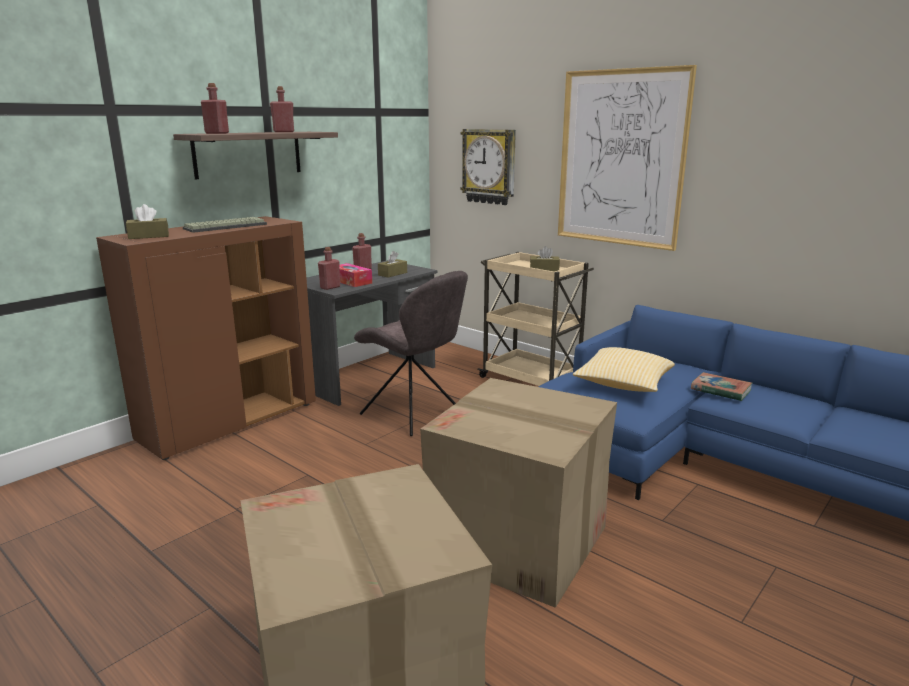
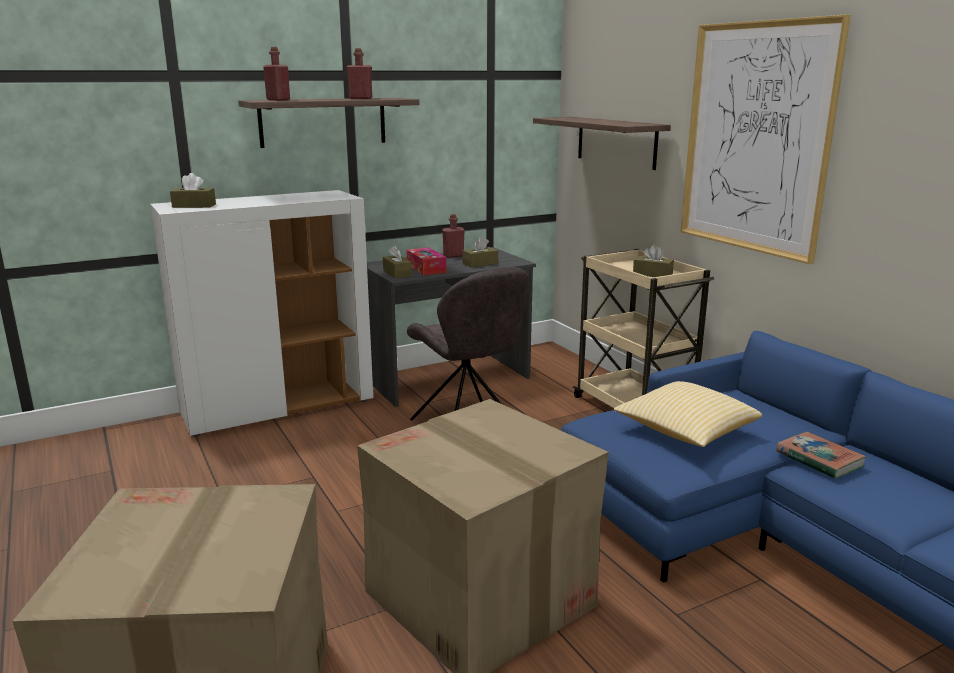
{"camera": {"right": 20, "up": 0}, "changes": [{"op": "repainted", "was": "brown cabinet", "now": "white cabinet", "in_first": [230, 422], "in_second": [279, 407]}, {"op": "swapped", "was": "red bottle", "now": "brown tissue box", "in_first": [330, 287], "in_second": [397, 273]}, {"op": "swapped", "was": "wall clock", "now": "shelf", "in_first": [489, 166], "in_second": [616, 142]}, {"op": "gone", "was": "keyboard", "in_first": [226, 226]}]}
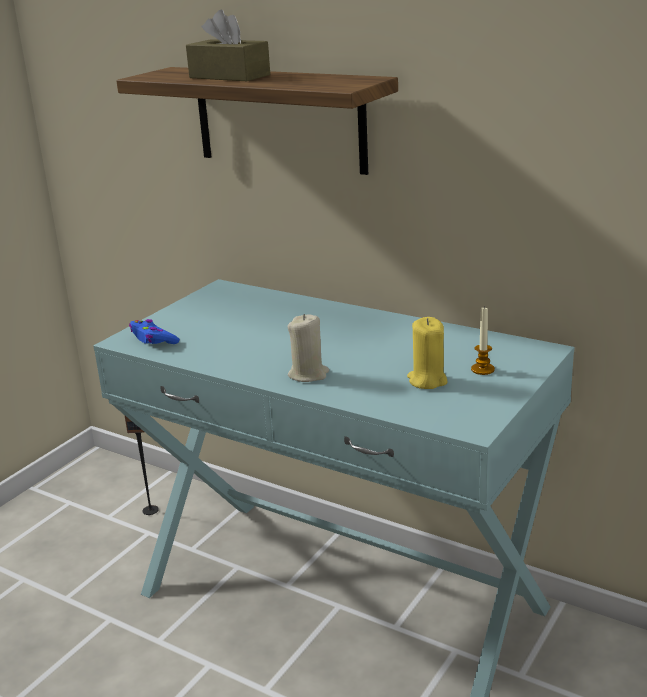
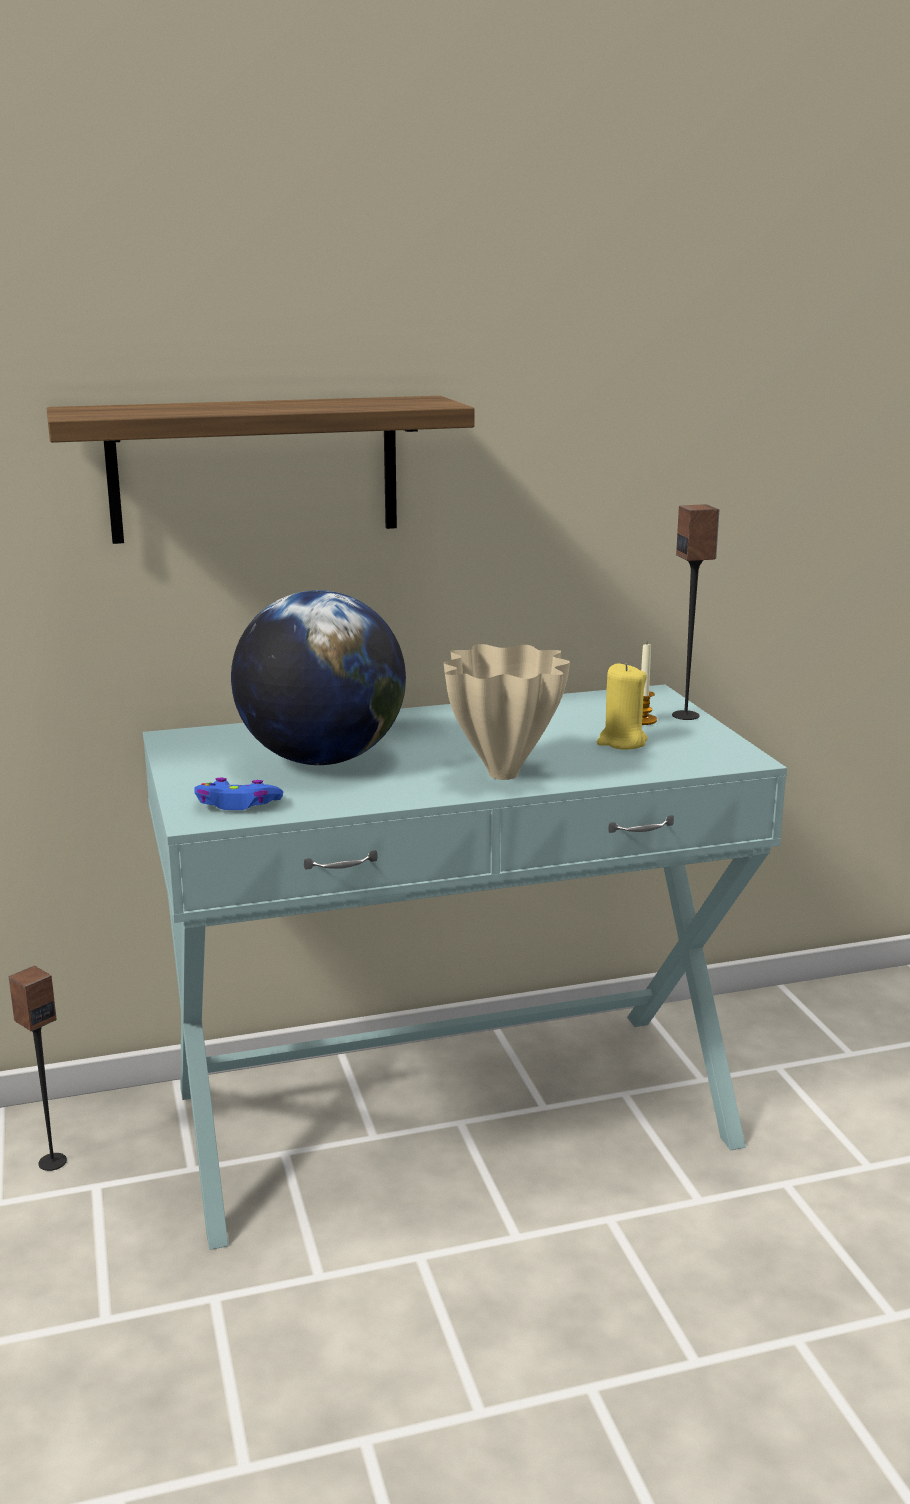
{"camera": {"right": -50, "up": -5}, "changes": [{"op": "new", "now": "globe", "in_second": [321, 760]}, {"op": "swapped", "was": "beige candle", "now": "beige vase", "in_first": [308, 374], "in_second": [505, 774]}, {"op": "new", "now": "speaker", "in_second": [686, 715]}, {"op": "gone", "was": "brown tissue box", "in_first": [229, 76]}]}
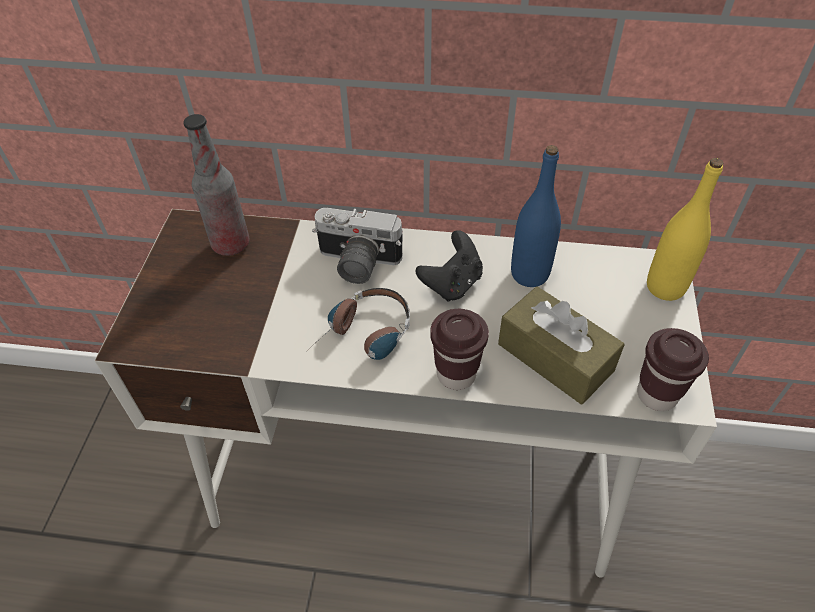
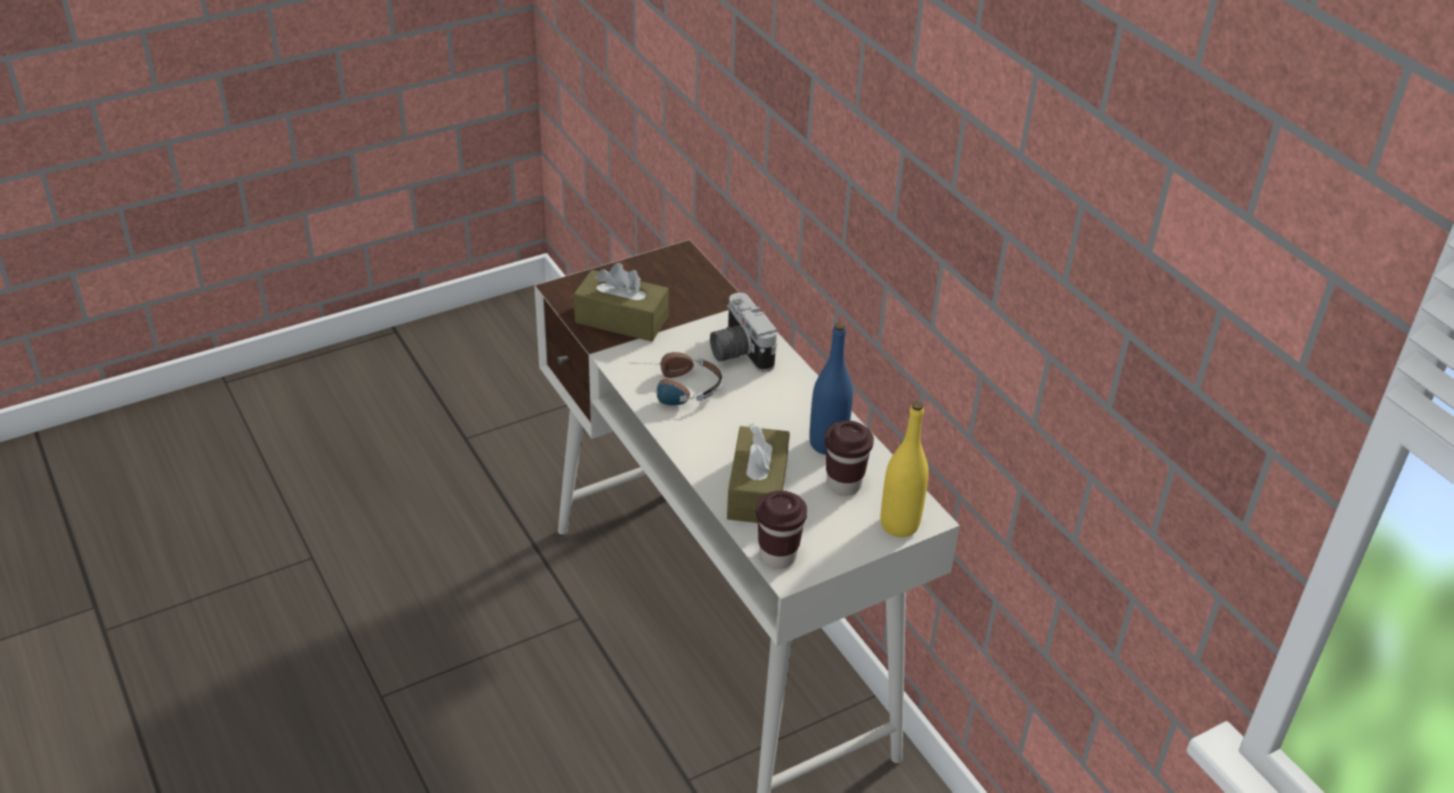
{"camera": {"right": 50, "up": -10}, "changes": [{"op": "new", "now": "brown tissue box", "in_second": [621, 320]}, {"op": "shifted", "was": "brown cup", "in_first": [456, 374], "in_second": [843, 484]}, {"op": "gone", "was": "bottle", "in_first": [231, 244]}, {"op": "gone", "was": "black game controller", "in_first": [452, 283]}]}
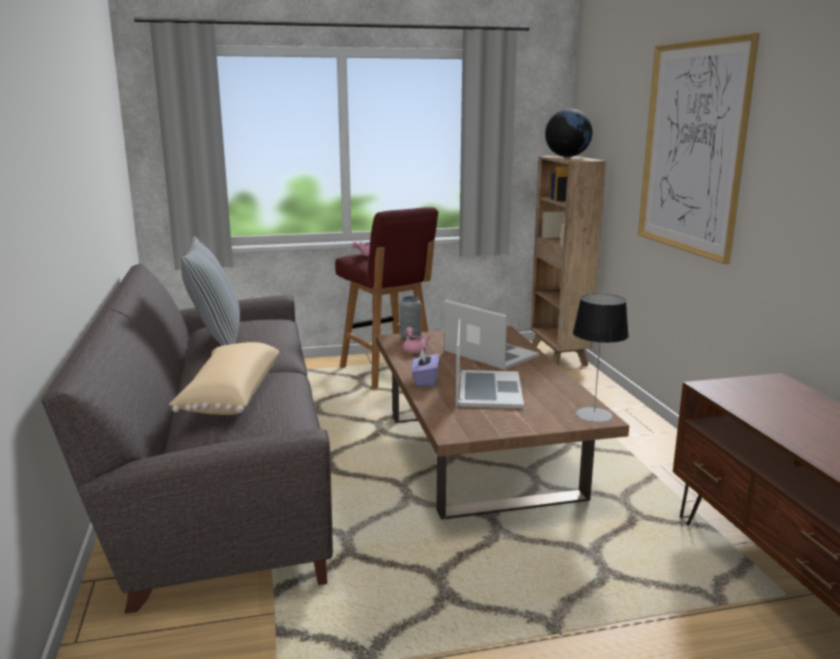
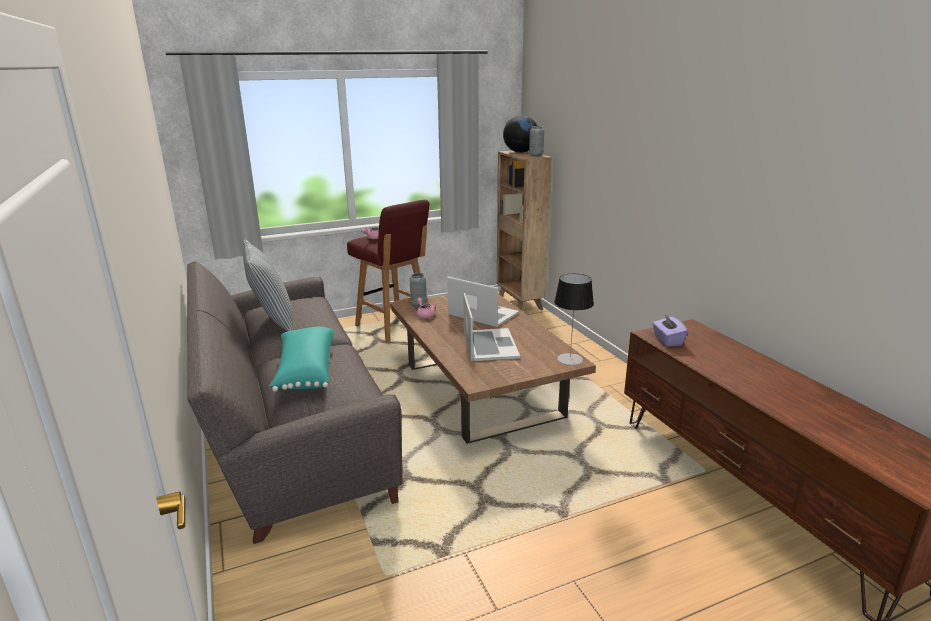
{"camera": {"right": -10, "up": 5}, "changes": [{"op": "repainted", "was": "beige pillow", "now": "turquoise pillow", "in_first": [229, 396], "in_second": [305, 371]}, {"op": "new", "now": "grey vase", "in_second": [536, 155]}, {"op": "shifted", "was": "purple tissue box", "in_first": [425, 381], "in_second": [667, 340]}, {"op": "gone", "was": "picture", "in_first": [692, 148]}]}
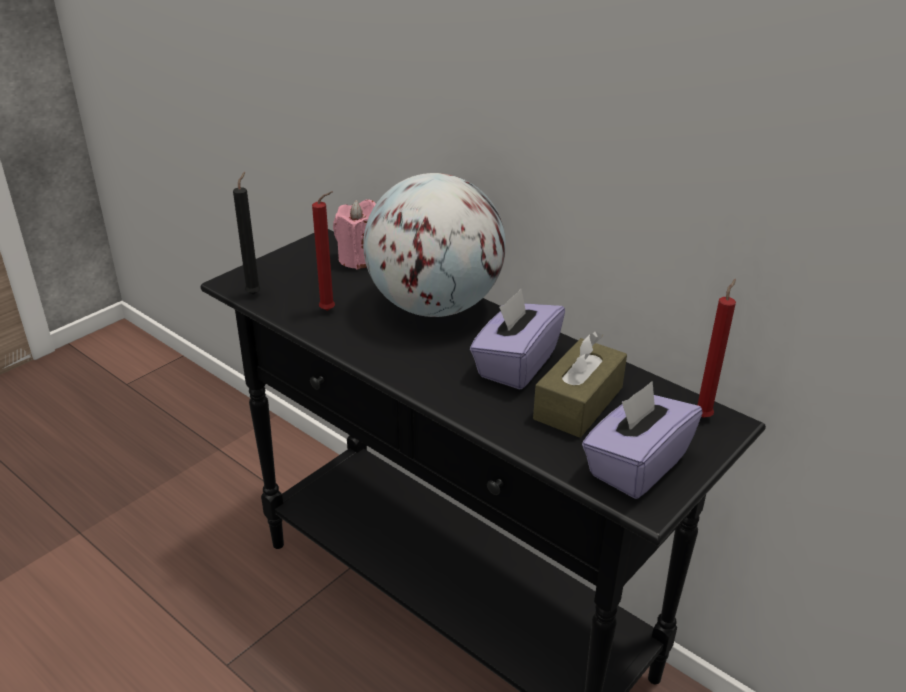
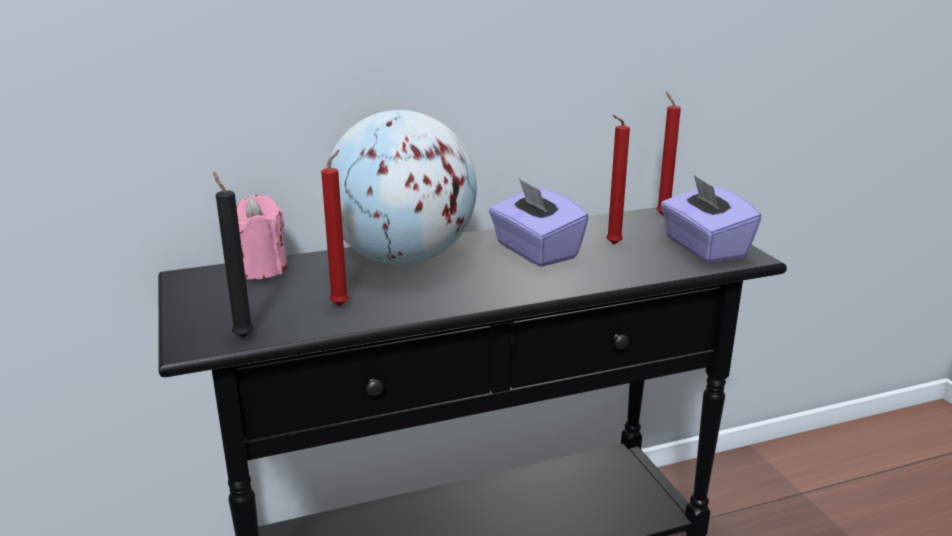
{"camera": {"right": -60, "up": -10}, "changes": [{"op": "swapped", "was": "brown tissue box", "now": "red candle", "in_first": [578, 403], "in_second": [611, 245]}]}
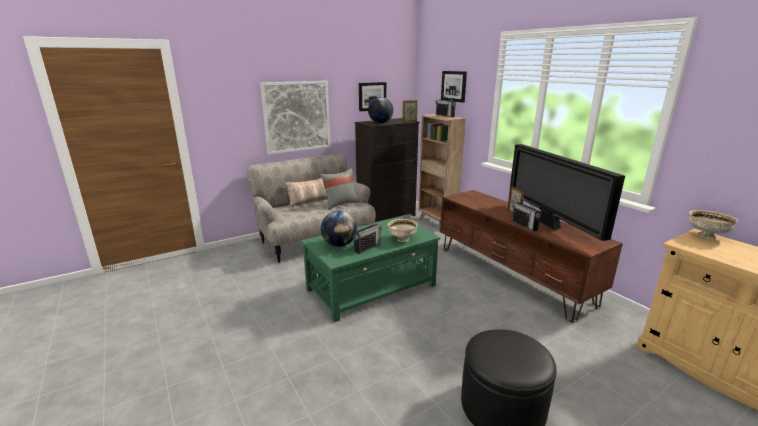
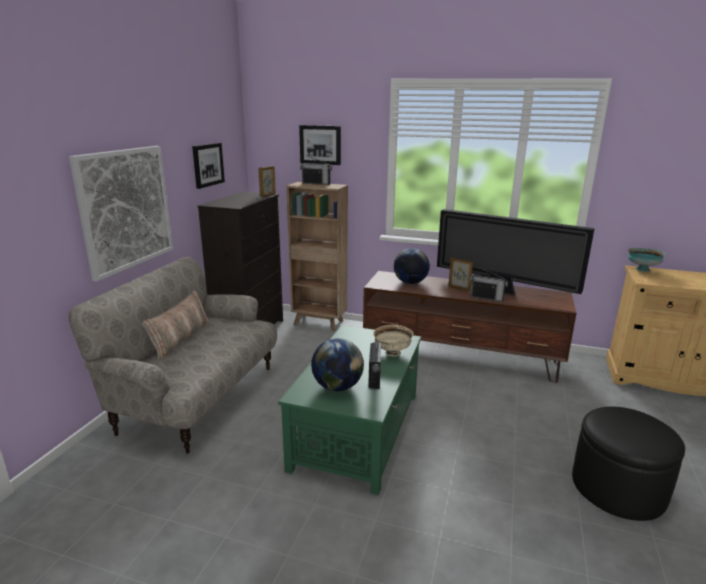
{"camera": {"right": -40, "up": 0}, "changes": [{"op": "shifted", "was": "globe", "in_first": [380, 123], "in_second": [410, 283]}, {"op": "repainted", "was": "beige bowl", "now": "turquoise bowl", "in_first": [705, 236], "in_second": [642, 269]}, {"op": "gone", "was": "grey pillow", "in_first": [340, 204]}]}
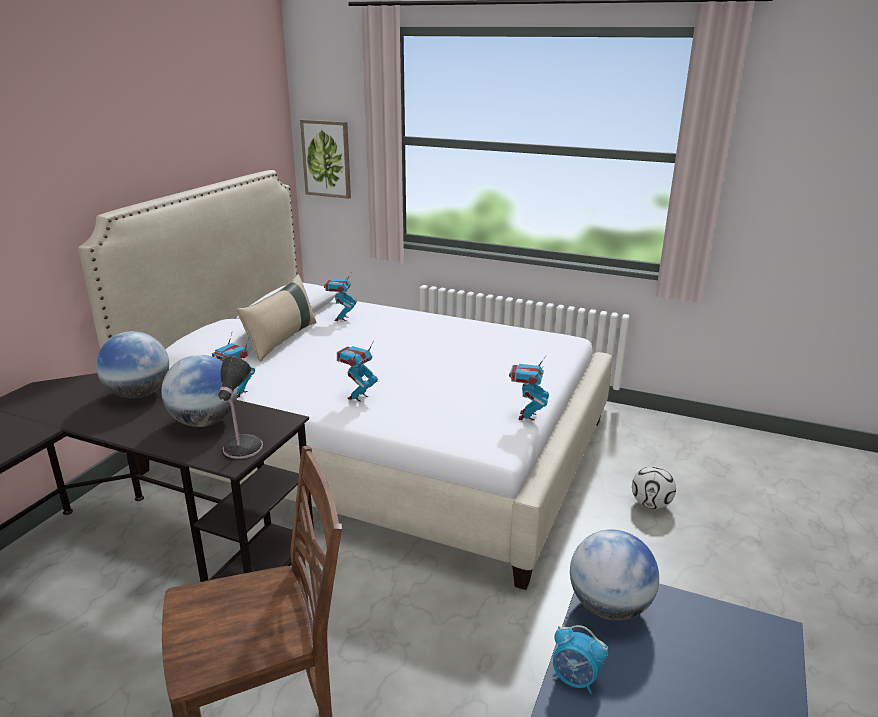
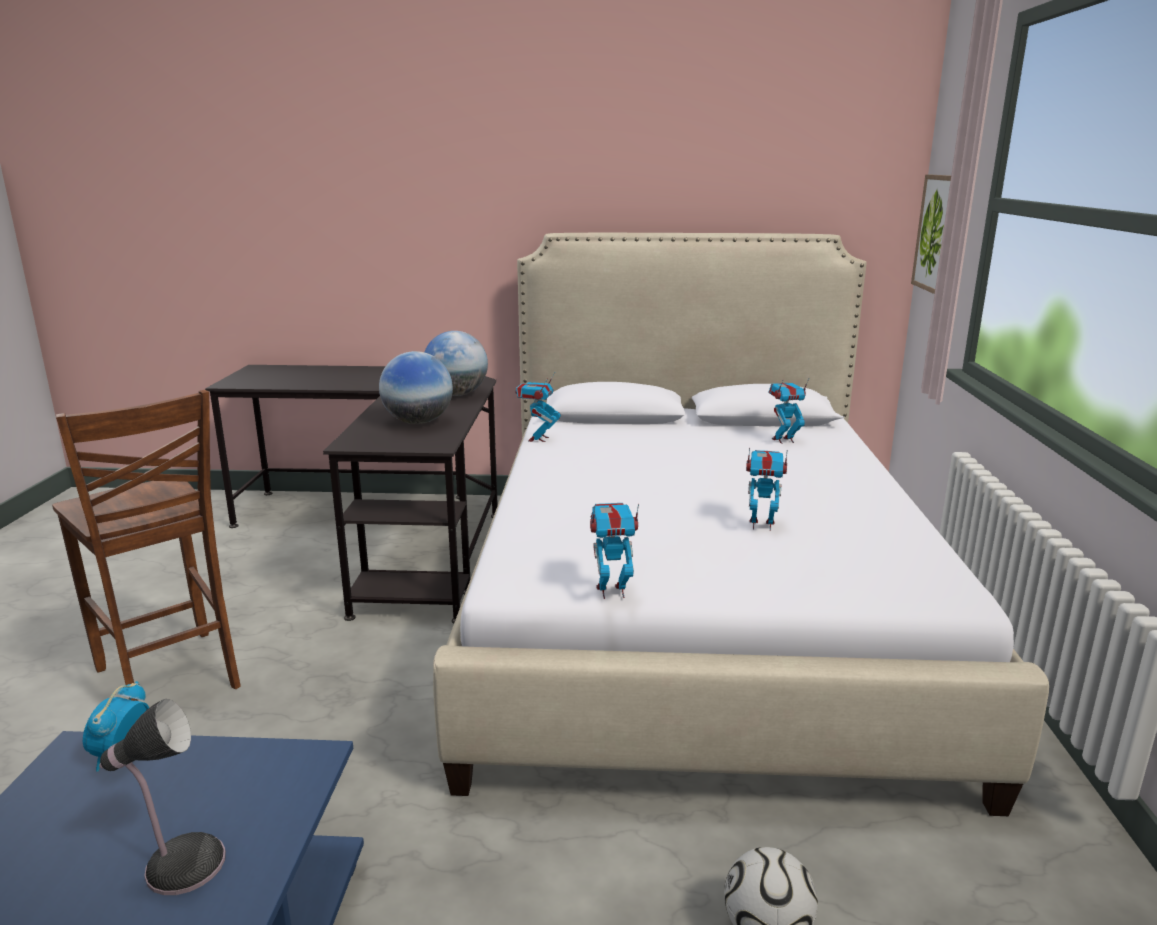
{"camera": {"right": 70, "up": -5}, "changes": [{"op": "shifted", "was": "table lamp", "in_first": [241, 449], "in_second": [180, 865]}, {"op": "shifted", "was": "toy robot", "in_first": [358, 397], "in_second": [761, 525]}, {"op": "gone", "was": "beige pillow", "in_first": [282, 340]}, {"op": "gone", "was": "globe", "in_first": [609, 607]}]}
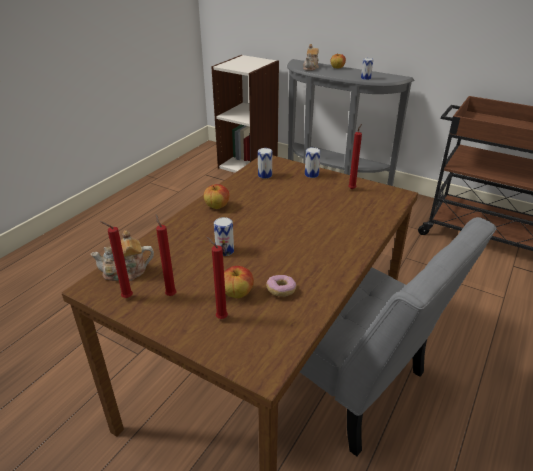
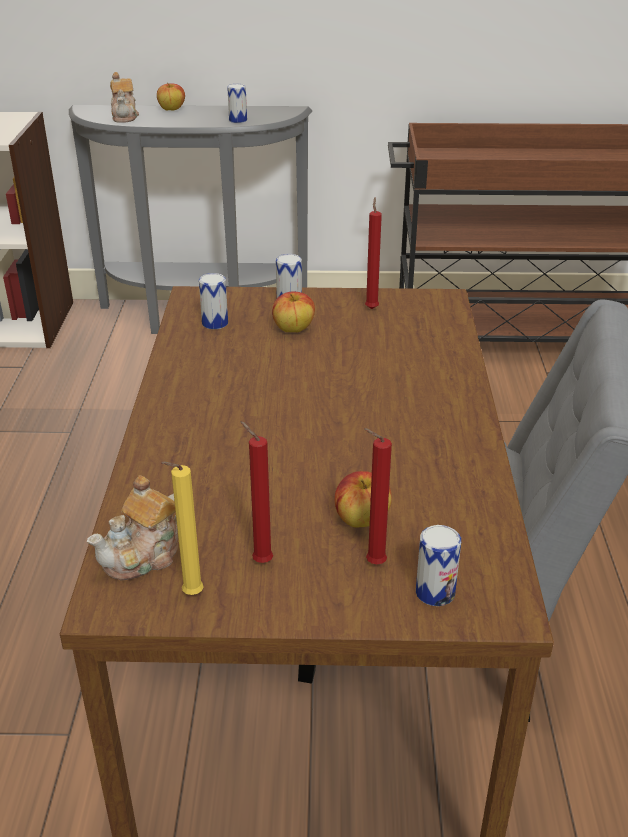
{"camera": {"right": -30, "up": 0}, "changes": [{"op": "repainted", "was": "red candle", "now": "yellow candle", "in_first": [125, 297], "in_second": [189, 595]}, {"op": "shifted", "was": "apple", "in_first": [217, 206], "in_second": [293, 329]}, {"op": "shifted", "was": "can", "in_first": [224, 250], "in_second": [435, 592]}, {"op": "gone", "was": "donut", "in_first": [281, 290]}]}
